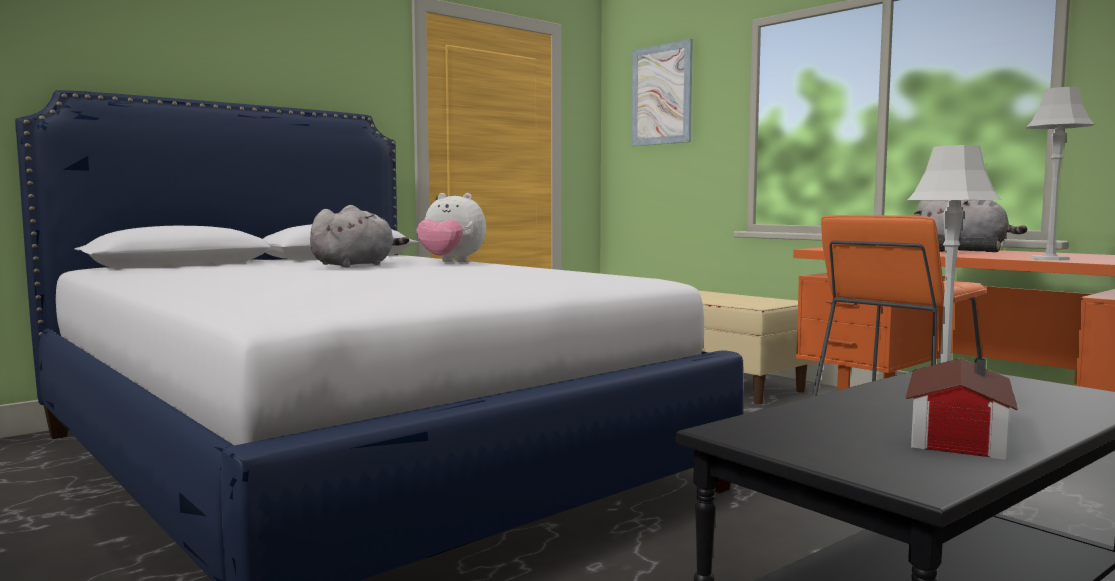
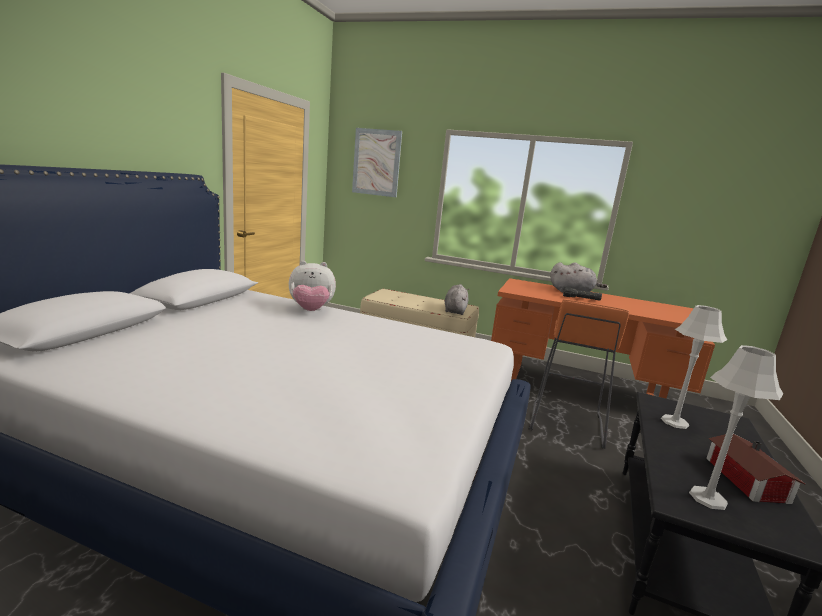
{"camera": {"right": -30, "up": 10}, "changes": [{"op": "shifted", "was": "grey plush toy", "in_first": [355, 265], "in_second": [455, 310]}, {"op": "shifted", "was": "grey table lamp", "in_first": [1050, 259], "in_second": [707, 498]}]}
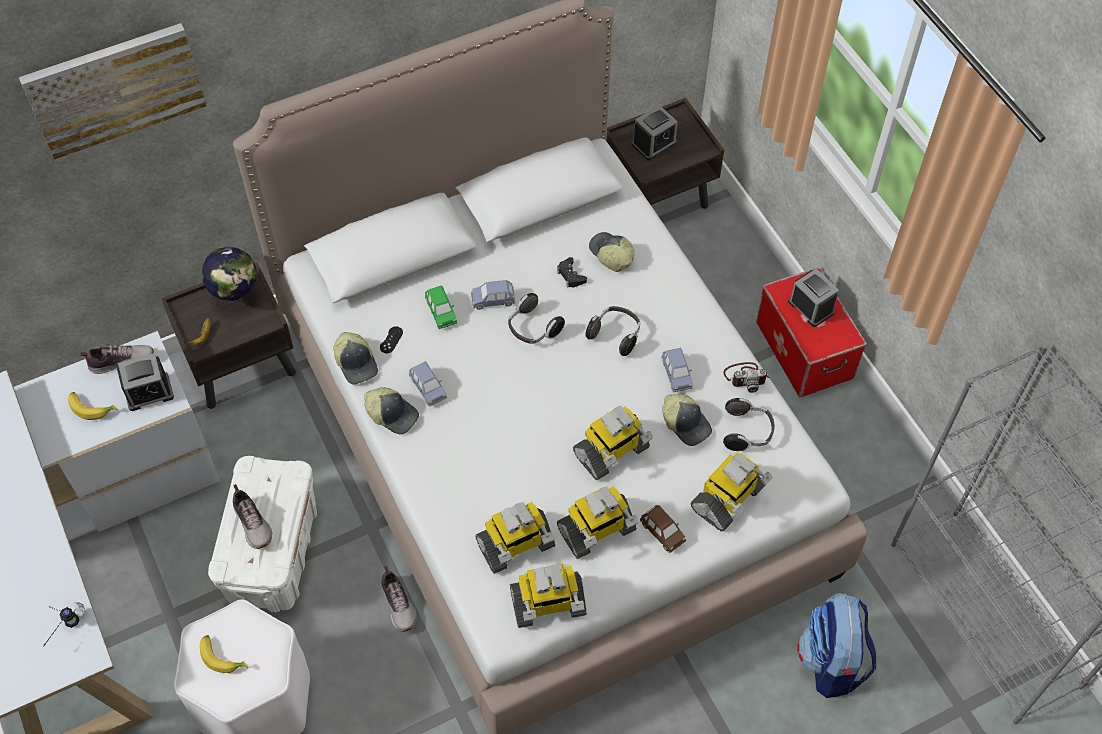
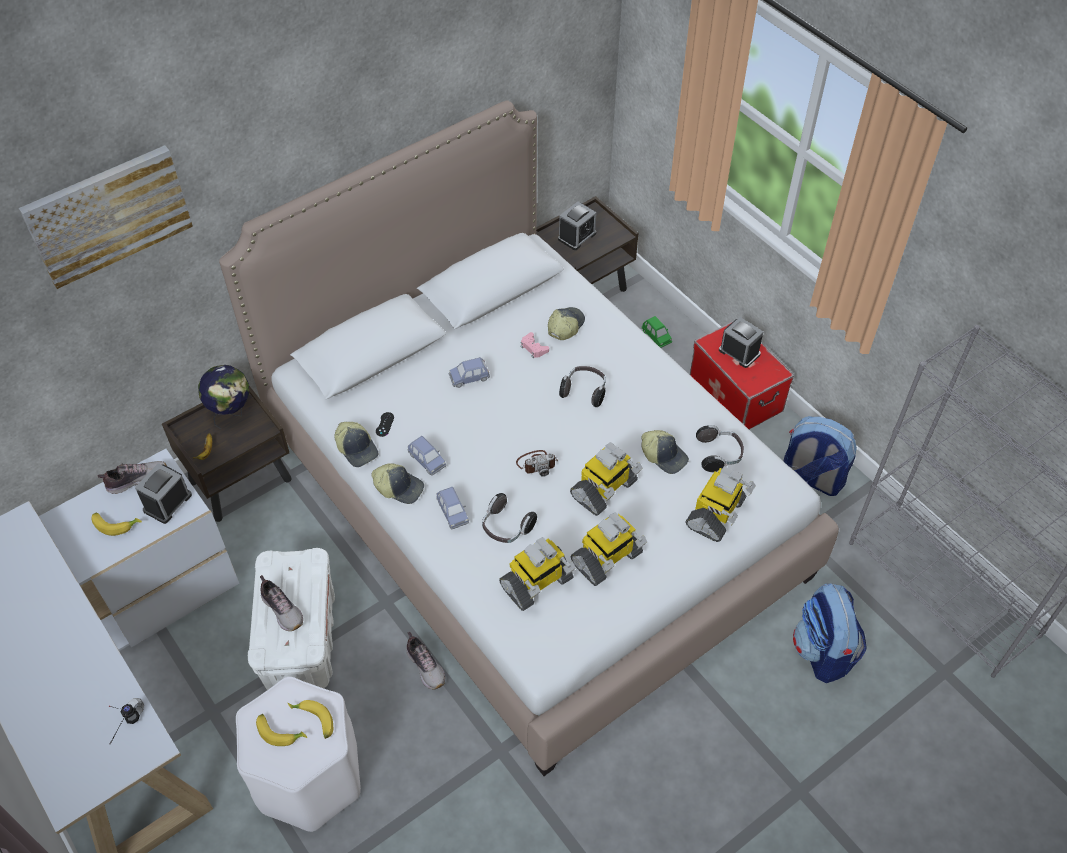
{"camera": {"right": -10, "up": -5}, "changes": [{"op": "rotated", "was": "alarm clock", "in_first": [149, 392], "in_second": [167, 503], "clockwise": 150}, {"op": "new", "now": "banana", "in_second": [313, 721]}, {"op": "shifted", "was": "blue toy car", "in_first": [676, 374], "in_second": [452, 512]}, {"op": "shifted", "was": "headphones", "in_first": [533, 329], "in_second": [506, 527]}, {"op": "shifted", "was": "photo camera", "in_first": [745, 377], "in_second": [537, 463]}, {"op": "repainted", "was": "black game controller", "now": "pink game controller", "in_first": [570, 275], "in_second": [533, 348]}, {"op": "rotated", "was": "cap", "in_first": [611, 255], "in_second": [565, 326], "clockwise": 75}, {"op": "shifted", "was": "green toy car", "in_first": [441, 312], "in_second": [656, 337]}, {"op": "new", "now": "backpack", "in_second": [810, 479]}, {"op": "gone", "was": "toy robot", "in_first": [547, 605]}, {"op": "gone", "was": "brown toy car", "in_first": [662, 532]}]}
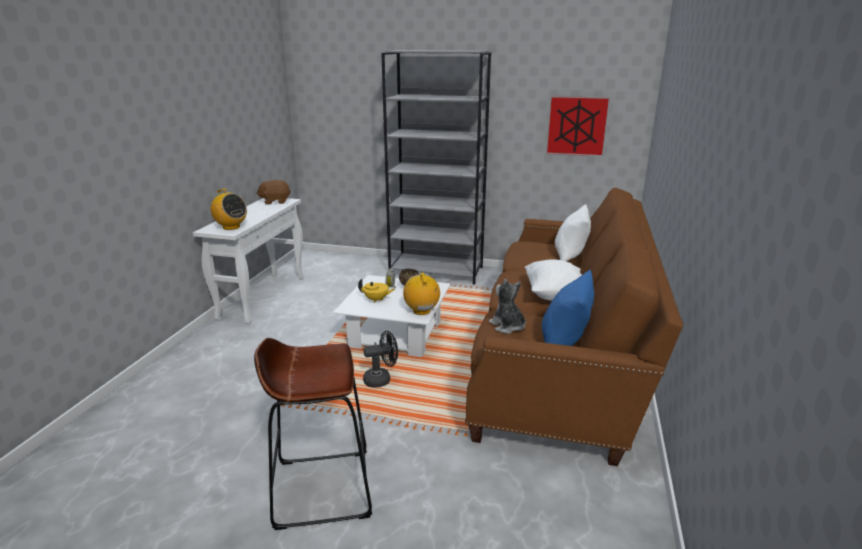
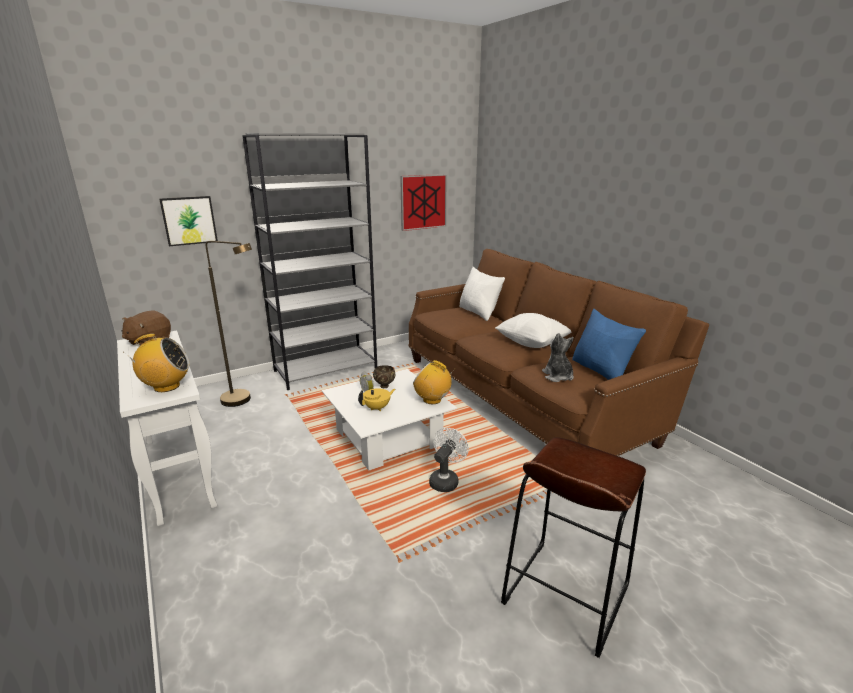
{"camera": {"right": -45, "up": 0}, "changes": [{"op": "new", "now": "picture", "in_second": [189, 220]}, {"op": "new", "now": "brown floor lamp", "in_second": [243, 400]}, {"op": "repainted", "was": "black fan", "now": "white fan", "in_first": [381, 379], "in_second": [446, 480]}, {"op": "rotated", "was": "plush toy", "in_first": [507, 326], "in_second": [558, 376], "clockwise": 60}]}
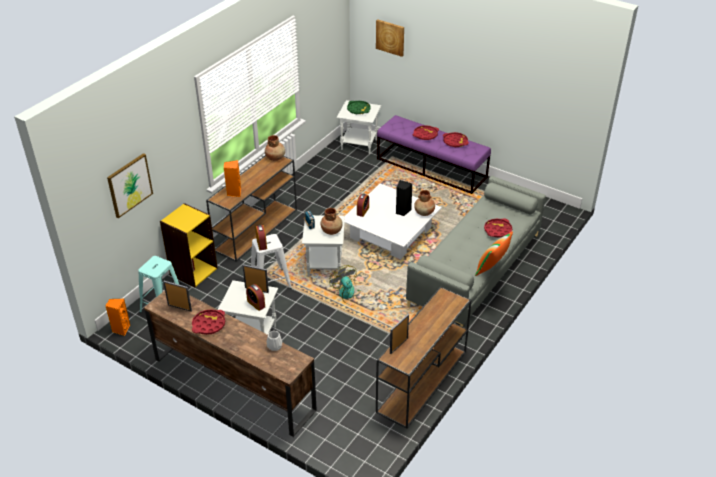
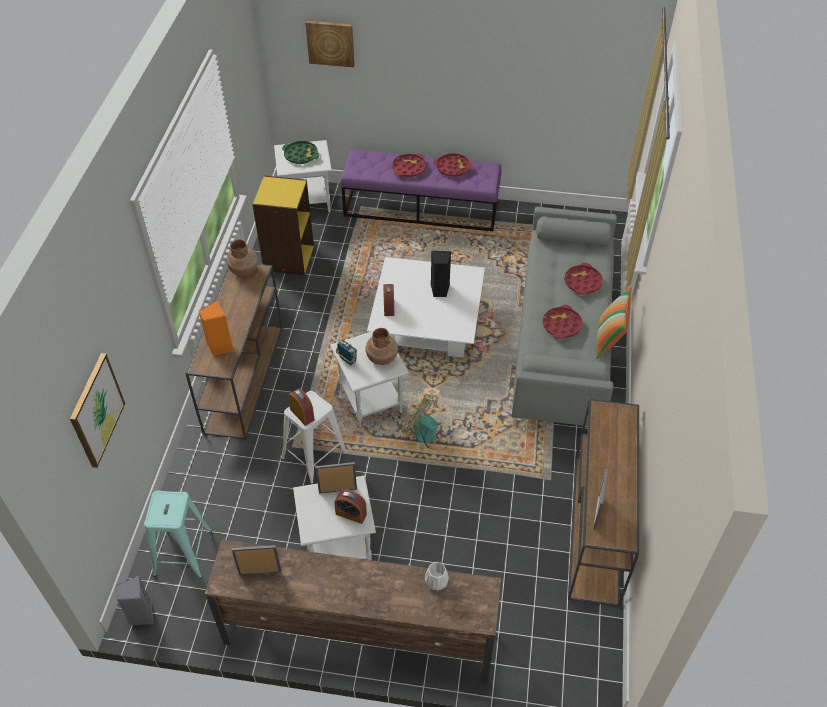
{"camera": {"right": -25, "up": 10}, "changes": [{"op": "repainted", "was": "orange speaker", "now": "grey speaker", "in_first": [121, 329], "in_second": [141, 615]}, {"op": "shifted", "was": "yellow bookcase", "in_first": [193, 271], "in_second": [288, 258]}, {"op": "shifted", "was": "red tray", "in_first": [209, 324], "in_second": [561, 325]}, {"op": "gone", "was": "brown vase", "in_first": [424, 213]}]}
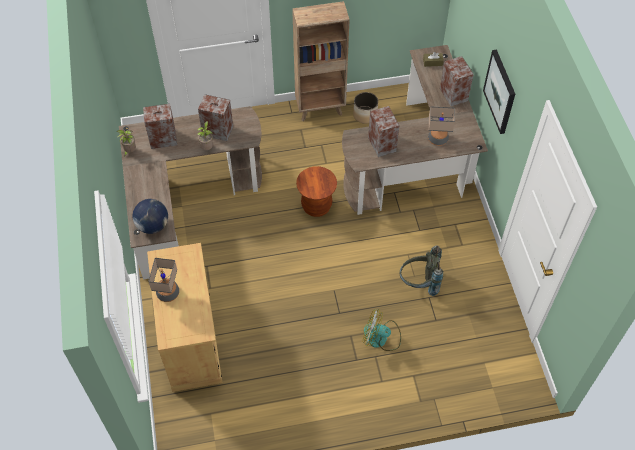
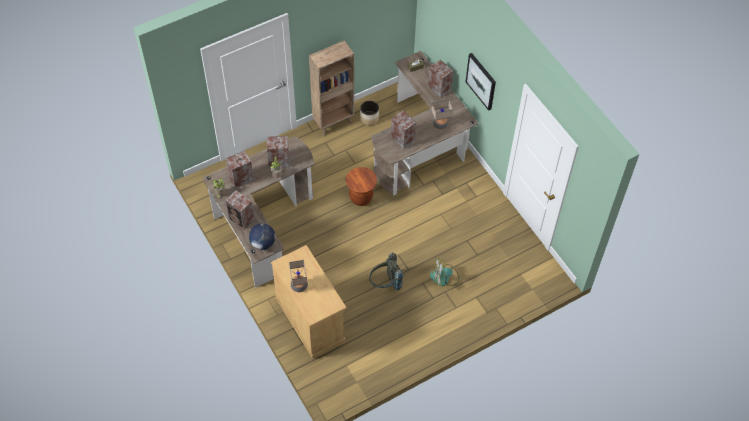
{"camera": {"right": -20, "up": 0}, "changes": [{"op": "new", "now": "speaker", "in_second": [241, 219]}, {"op": "shifted", "was": "grey backpack", "in_first": [419, 283], "in_second": [385, 283]}]}
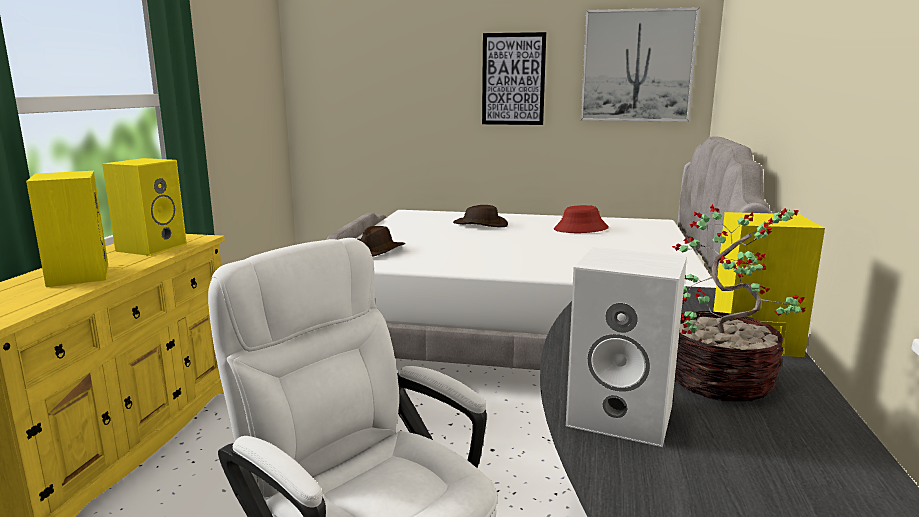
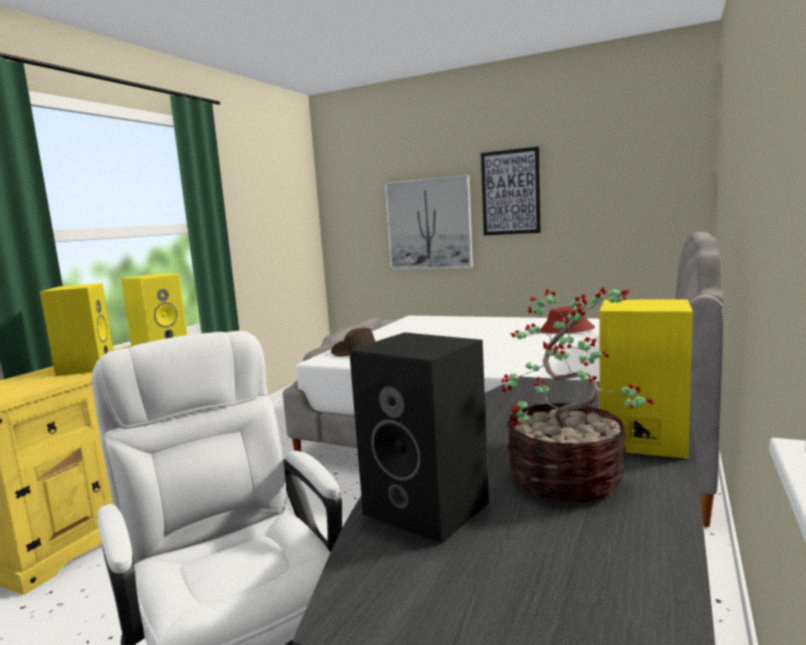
{"camera": {"right": 15, "up": -5}, "changes": [{"op": "repainted", "was": "white speaker", "now": "black speaker", "in_first": [623, 415], "in_second": [430, 508]}, {"op": "shifted", "was": "picture", "in_first": [637, 66], "in_second": [428, 224]}, {"op": "gone", "was": "brown hat", "in_first": [480, 225]}]}
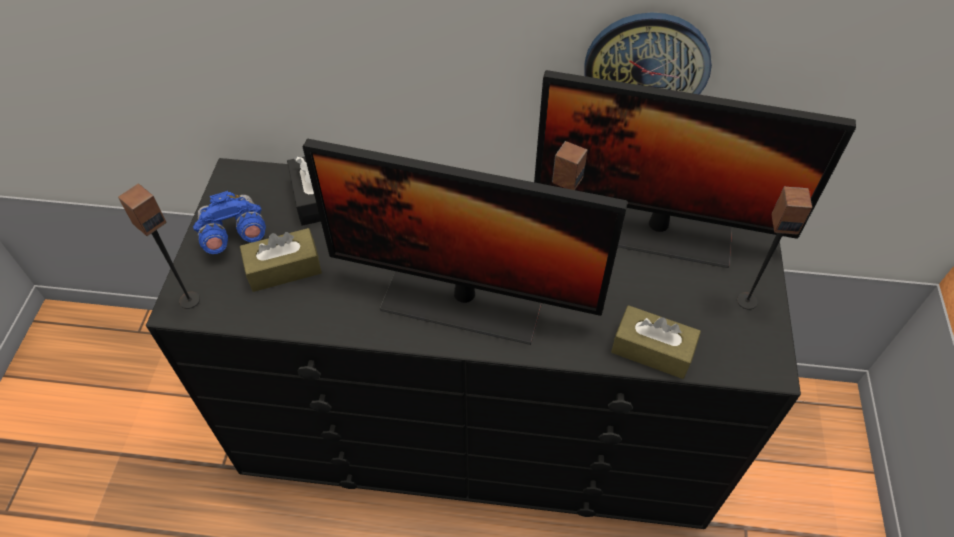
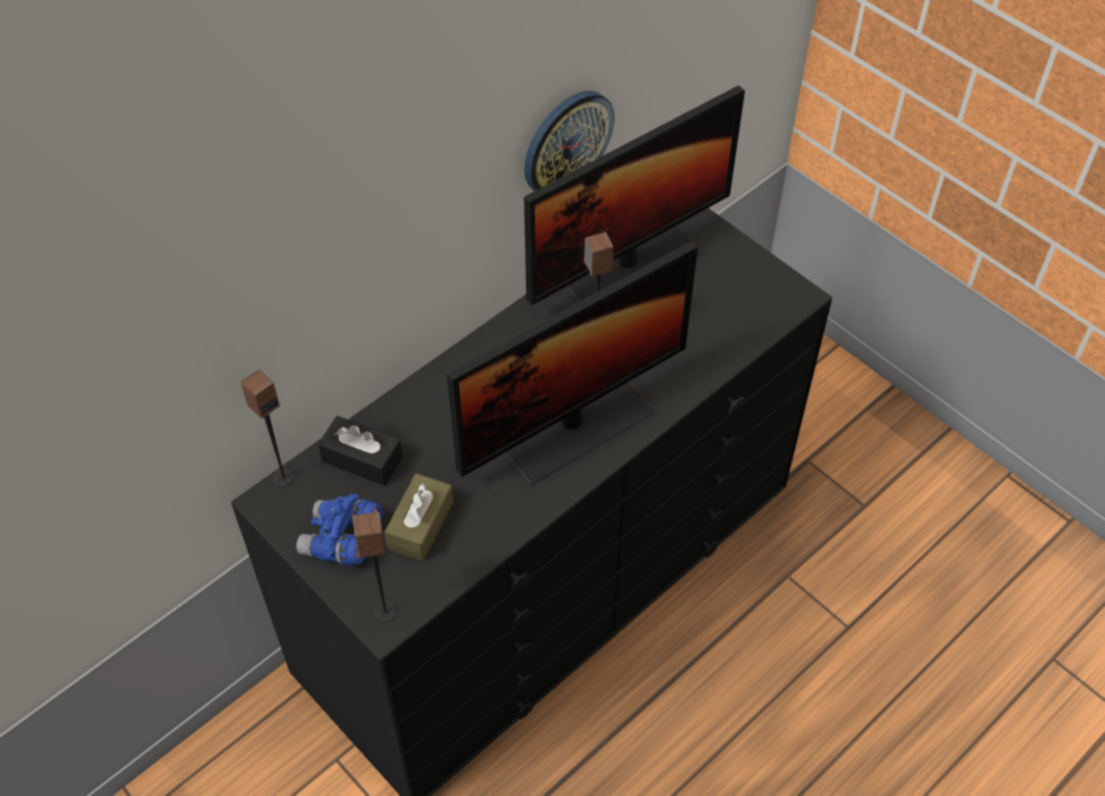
{"camera": {"right": -50, "up": 0}, "changes": [{"op": "shifted", "was": "speaker", "in_first": [747, 300], "in_second": [283, 477]}, {"op": "gone", "was": "brown tissue box", "in_first": [652, 350]}]}
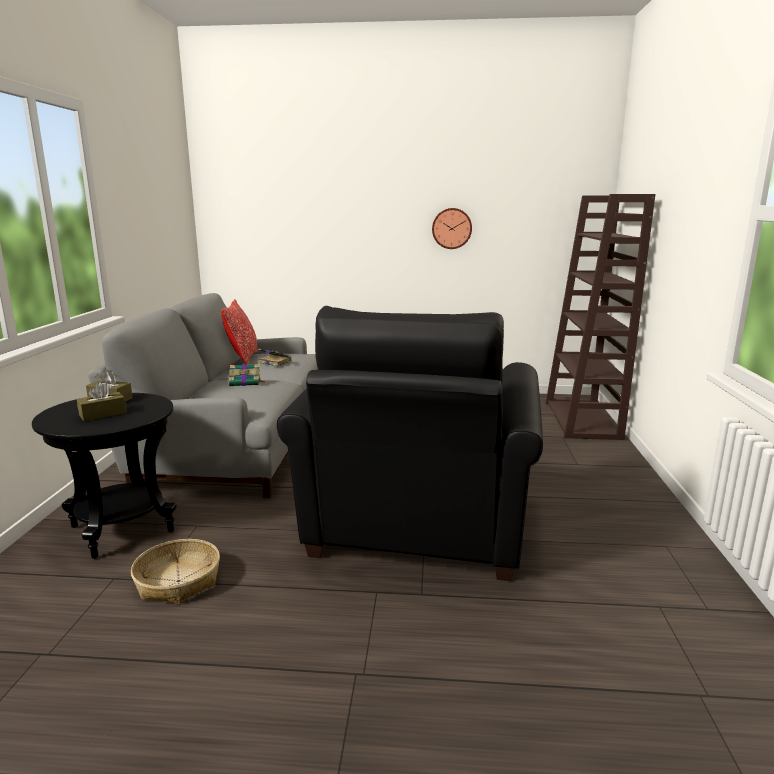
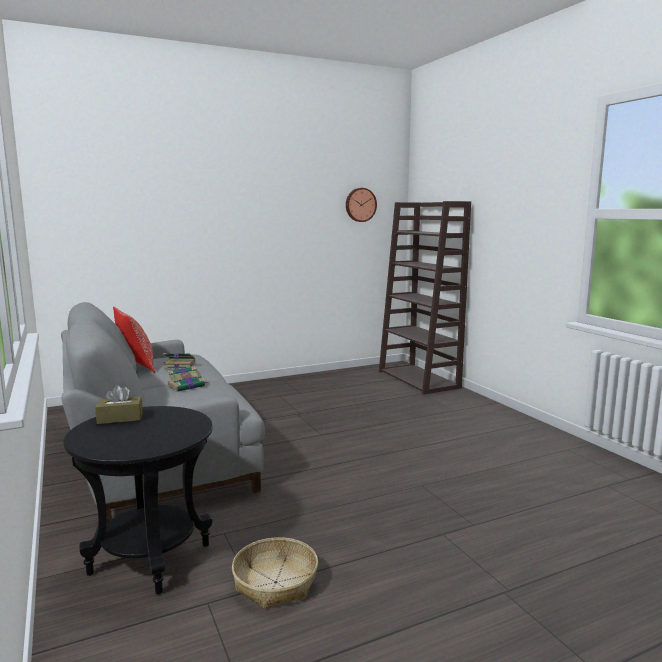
{"camera": {"right": -30, "up": -5}, "changes": [{"op": "shifted", "was": "wall clock", "in_first": [451, 228], "in_second": [360, 205]}, {"op": "gone", "was": "brown tissue box", "in_first": [103, 414]}, {"op": "gone", "was": "black armchair", "in_first": [416, 530]}]}
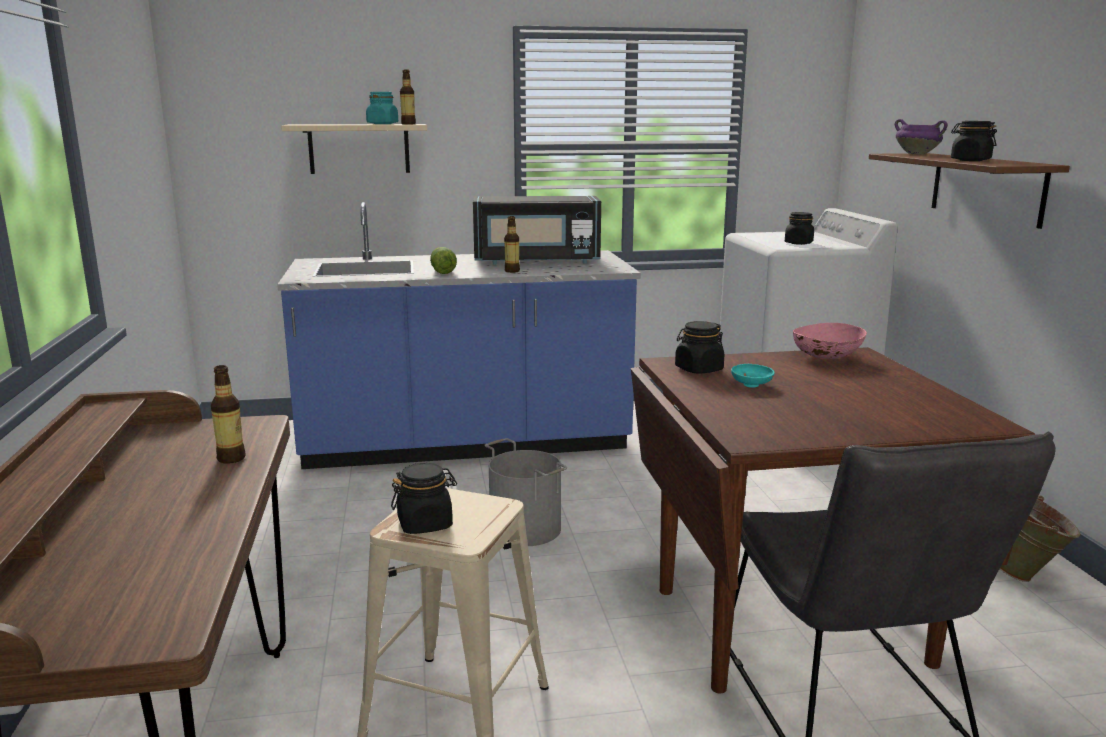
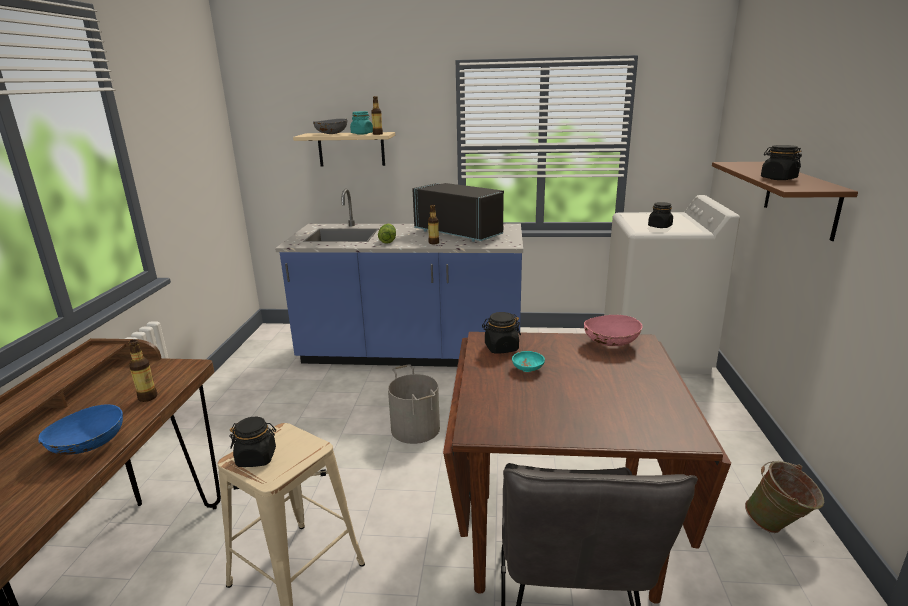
{"camera": {"right": 15, "up": 5}, "changes": [{"op": "new", "now": "blue bowl", "in_second": [89, 447]}, {"op": "new", "now": "grey bowl", "in_second": [331, 134]}, {"op": "rotated", "was": "black microwave", "in_first": [536, 261], "in_second": [459, 233], "clockwise": -150}, {"op": "gone", "was": "purple cooking pot", "in_first": [917, 154]}]}
